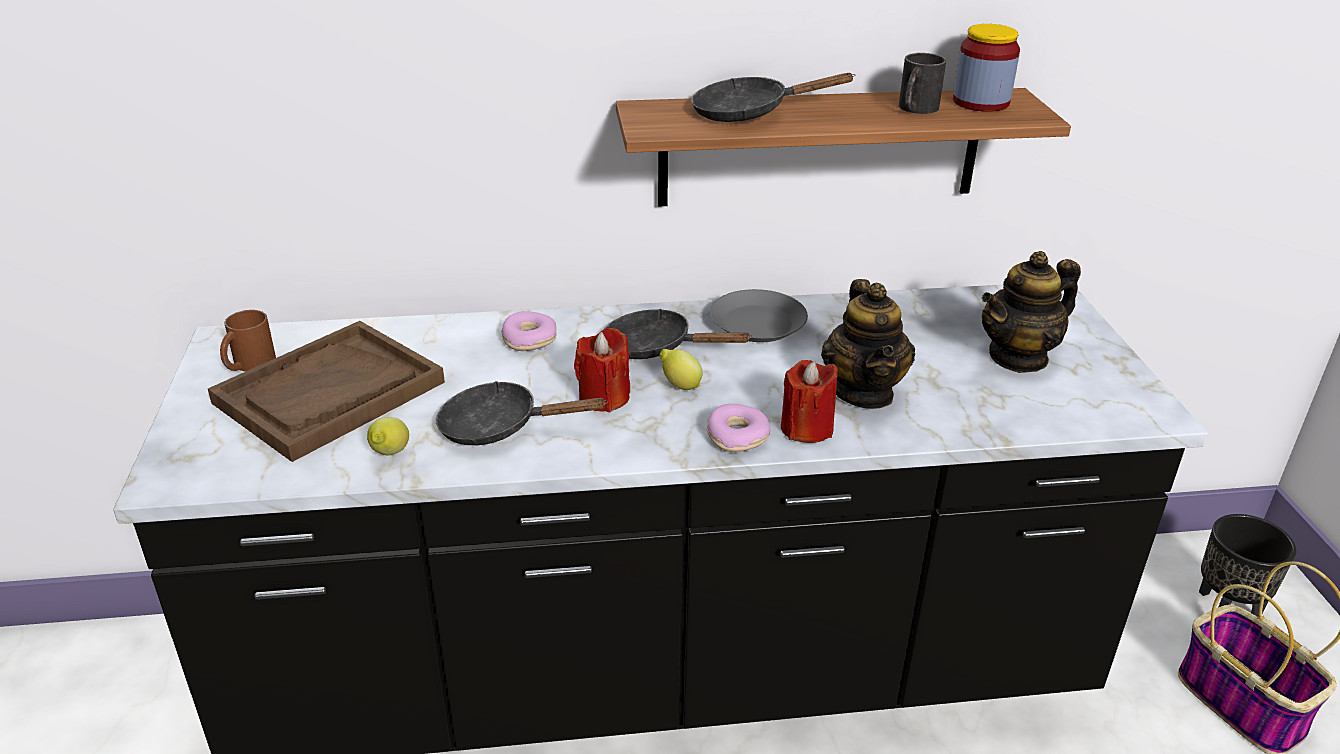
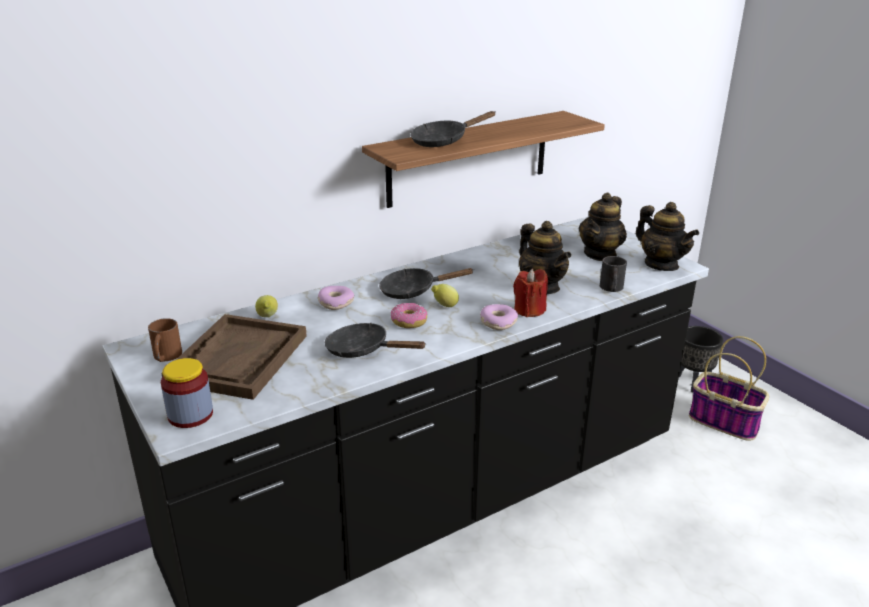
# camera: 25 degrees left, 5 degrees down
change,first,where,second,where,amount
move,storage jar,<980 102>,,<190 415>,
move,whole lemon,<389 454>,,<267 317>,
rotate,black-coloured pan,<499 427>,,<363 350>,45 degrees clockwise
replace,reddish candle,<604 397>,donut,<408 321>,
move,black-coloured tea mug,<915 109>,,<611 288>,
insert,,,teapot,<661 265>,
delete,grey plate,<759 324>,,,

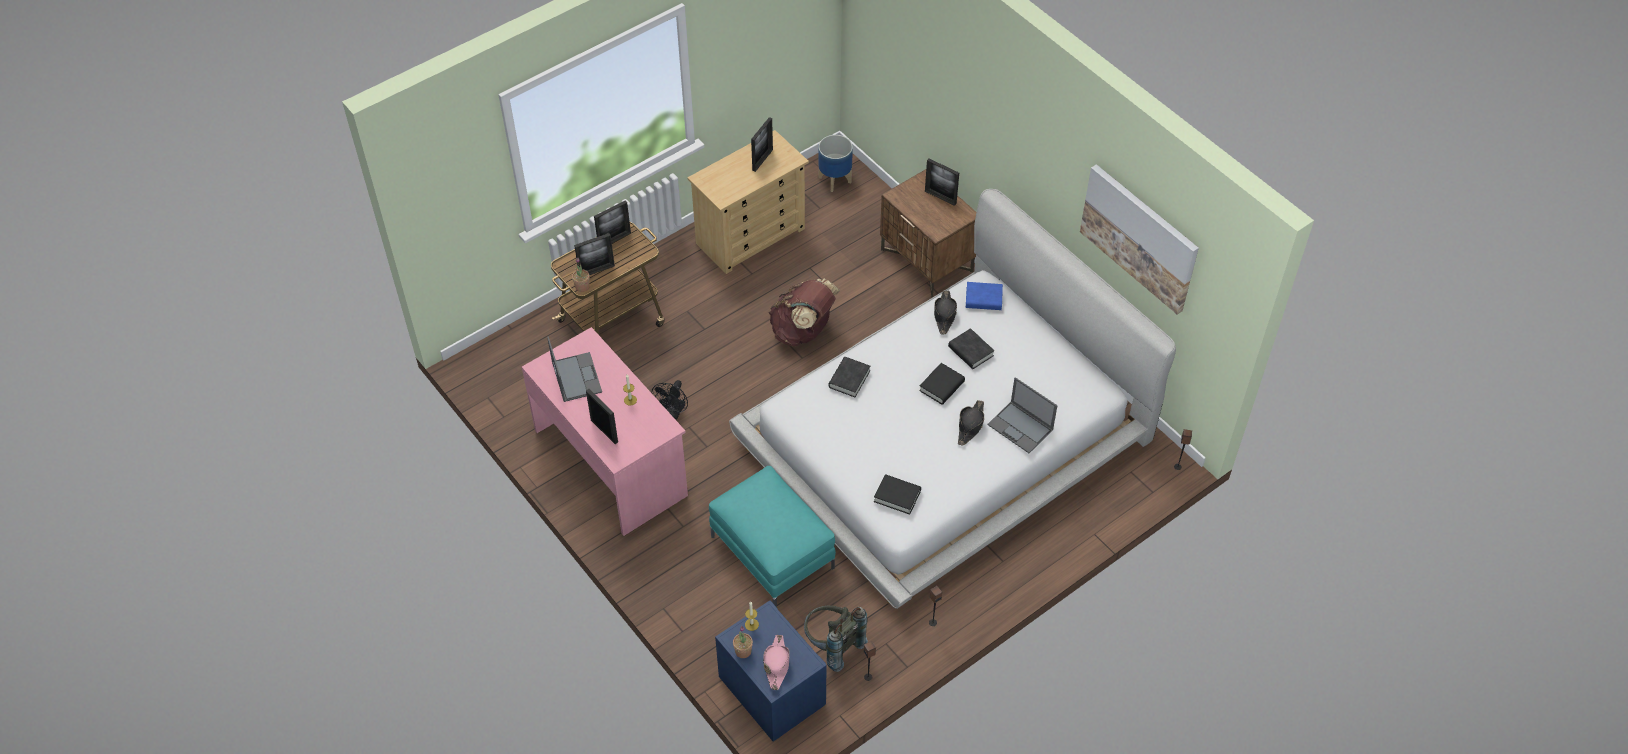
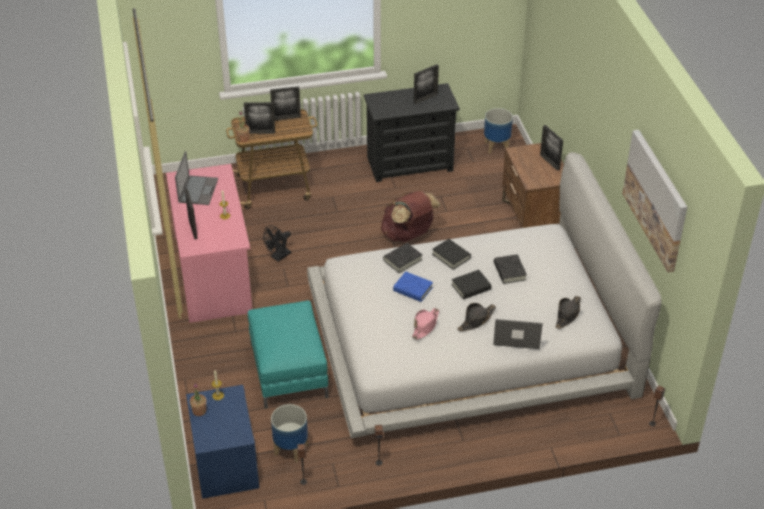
# camera: 25 degrees right, 10 degrees down
change,first,where,second,where,amount
replace,grey rucksack,<832 646>,plant pot,<291 450>,
recolor,beige dresser,<751 236>,black-coloured dresser,<410 164>,
move,blue bound book,<983 299>,,<413 289>,
move,pink hat,<776 664>,,<425 326>,
move,black-coloured bound book,<897 496>,,<451 256>,
rotate,notebook computer,<1021 427>,,<516 335>,120 degrees clockwise
move,black-coloured hat,<944 315>,,<567 315>,

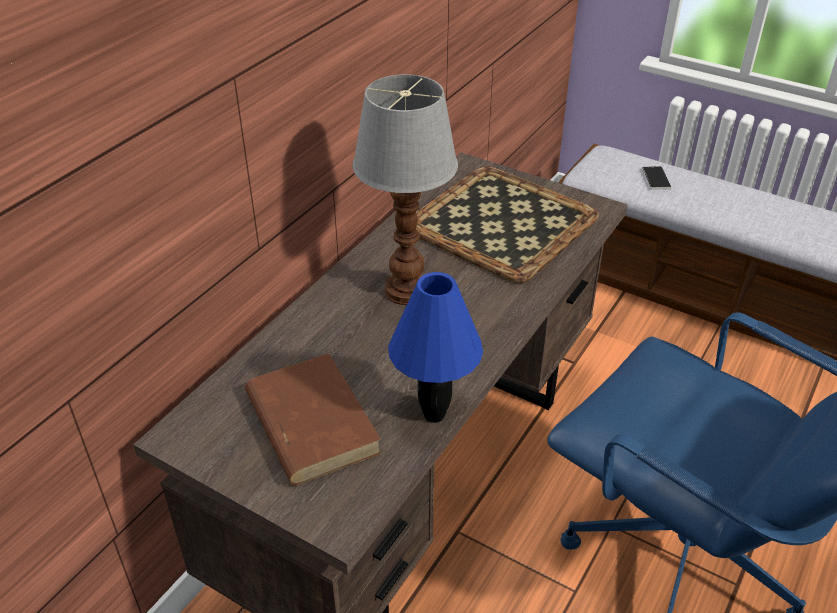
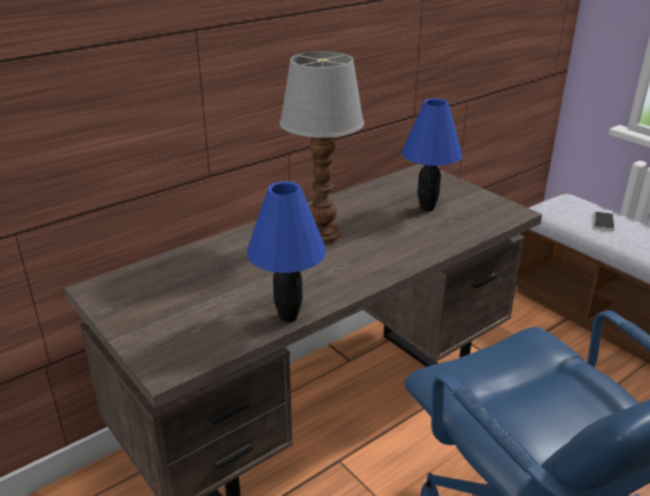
# camera: 20 degrees right, 10 degrees down
change,first,where,second,where,amount
replace,carrying tray,<503 222>,blue lamp for a table,<427 208>,
delete,brown-coloured bound book,<311 422>,,,

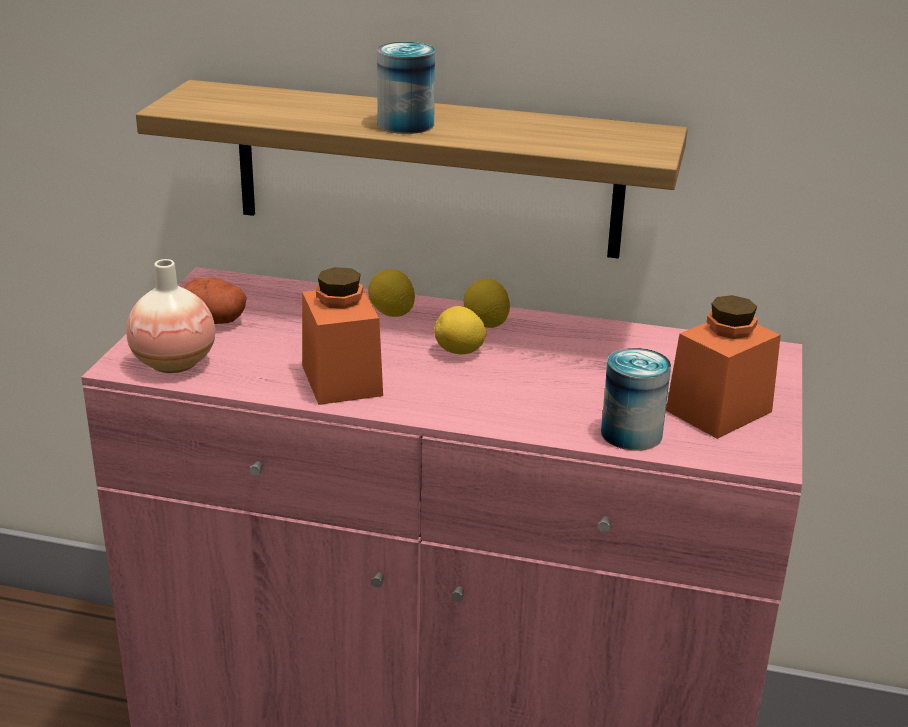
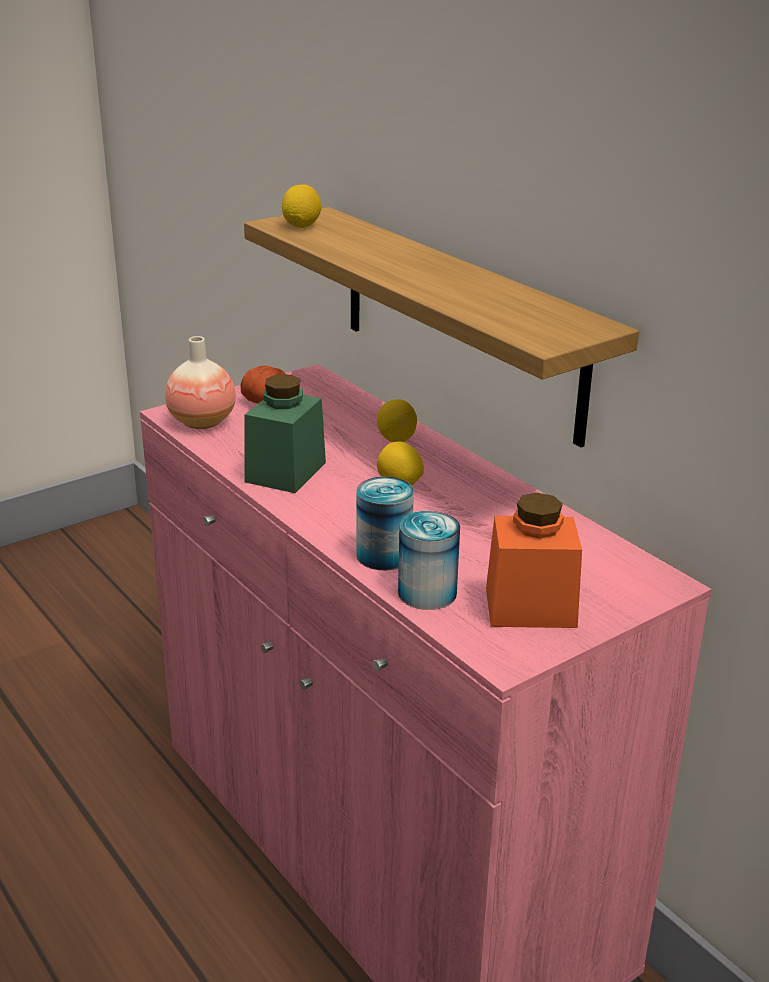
# camera: 40 degrees right, 0 degrees up
change,first,where,second,where,amount
recolor,orange storage jar,<341 380>,green storage jar,<285 472>,
move,whole lemon,<486 324>,,<301 226>,
move,can,<405 124>,,<384 555>,

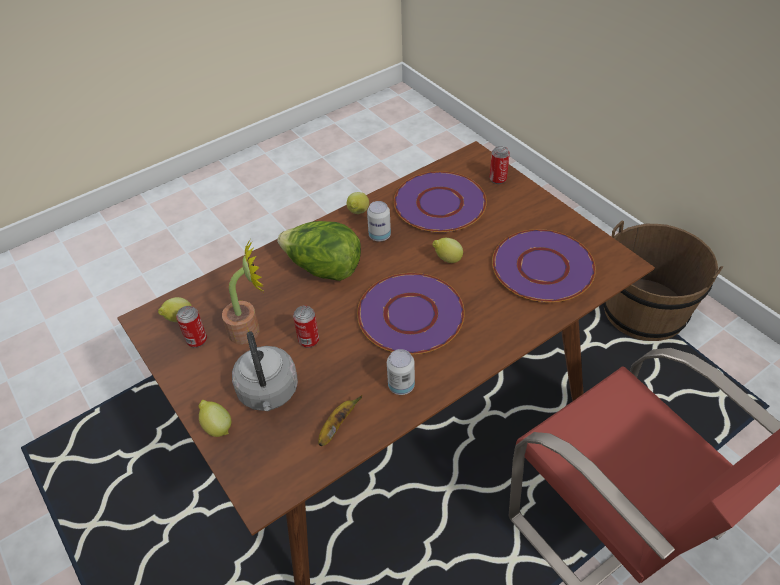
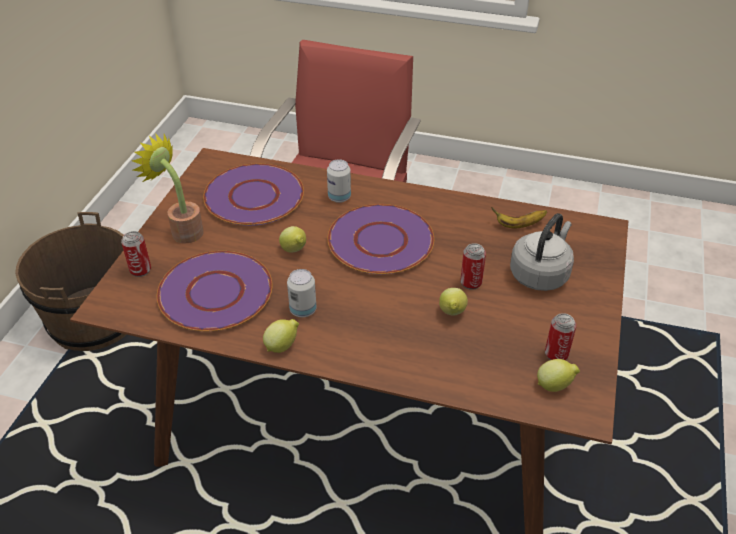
# camera: 130 degrees left, 5 degrees down
change,first,where,second,where,amount
move,potted plant,<250 329>,,<182 230>,
move,can,<401 386>,,<339 197>,
move,whole lemon,<217 427>,,<452 313>,
delete,lettuce,<323 269>,,,

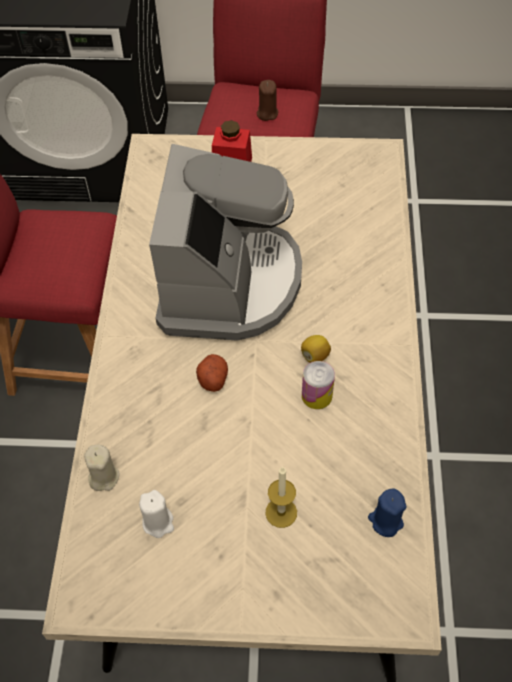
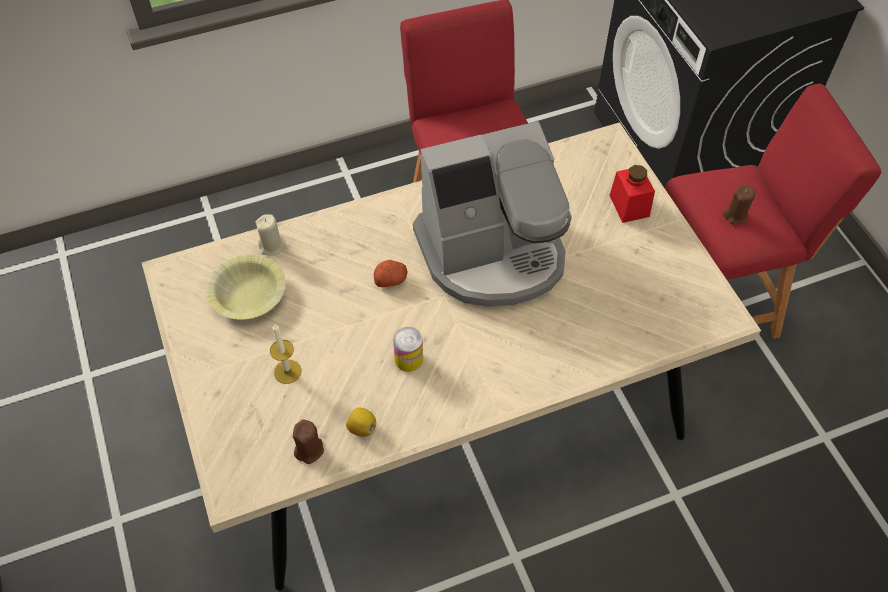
# camera: 65 degrees right, 0 degrees up
change,first,where,second,where,amount
replace,whitish candle,<158 522>,yellowish deep dish,<248 294>,
recolor,blue candle,<385 521>,brown-coloured candle,<309 449>,
move,whole lemon,<315 356>,,<362 428>,

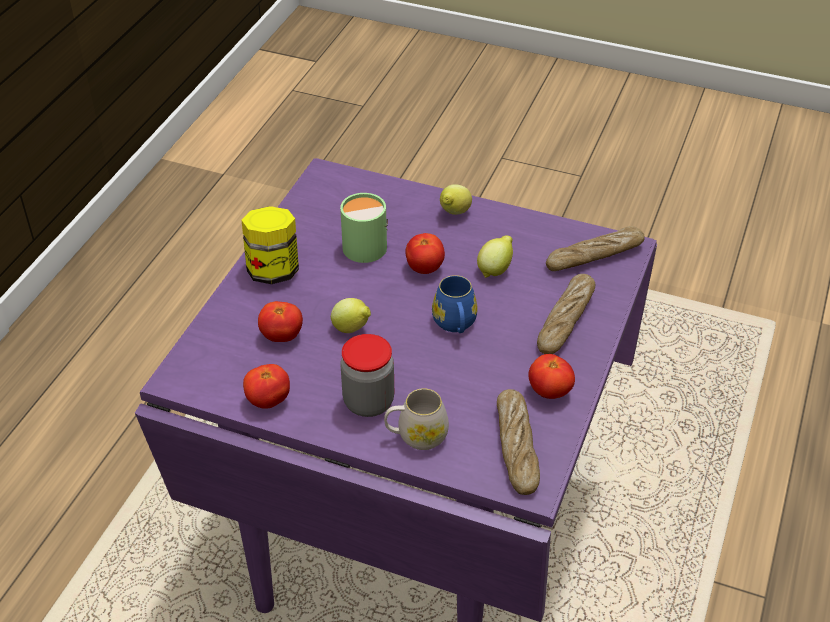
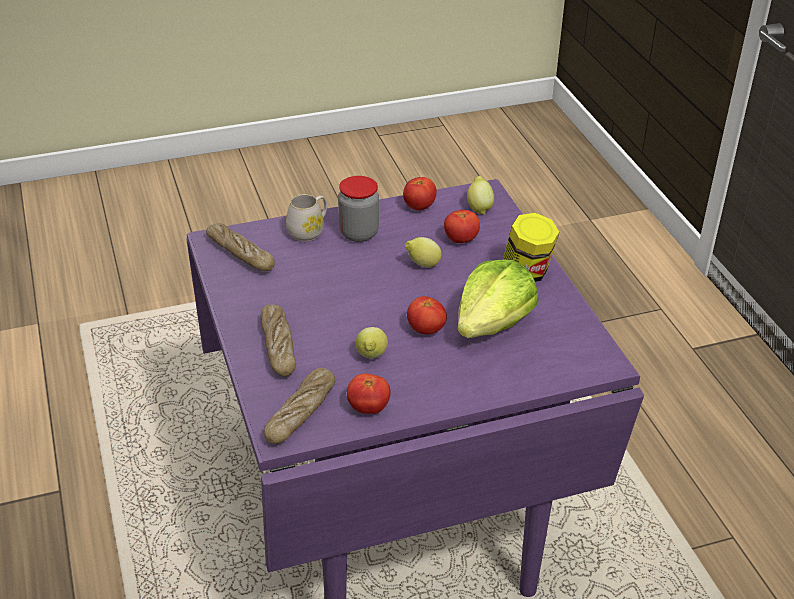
# camera: 140 degrees right, 5 degrees down
change,first,where,second,where,amount
move,whole tomato,<549 391>,,<368 408>,
replace,green tea mug,<364 244>,lettuce,<493 323>,
move,whole lemon,<454 213>,,<479 208>,
delete,blue tea mug,<455 324>,,,

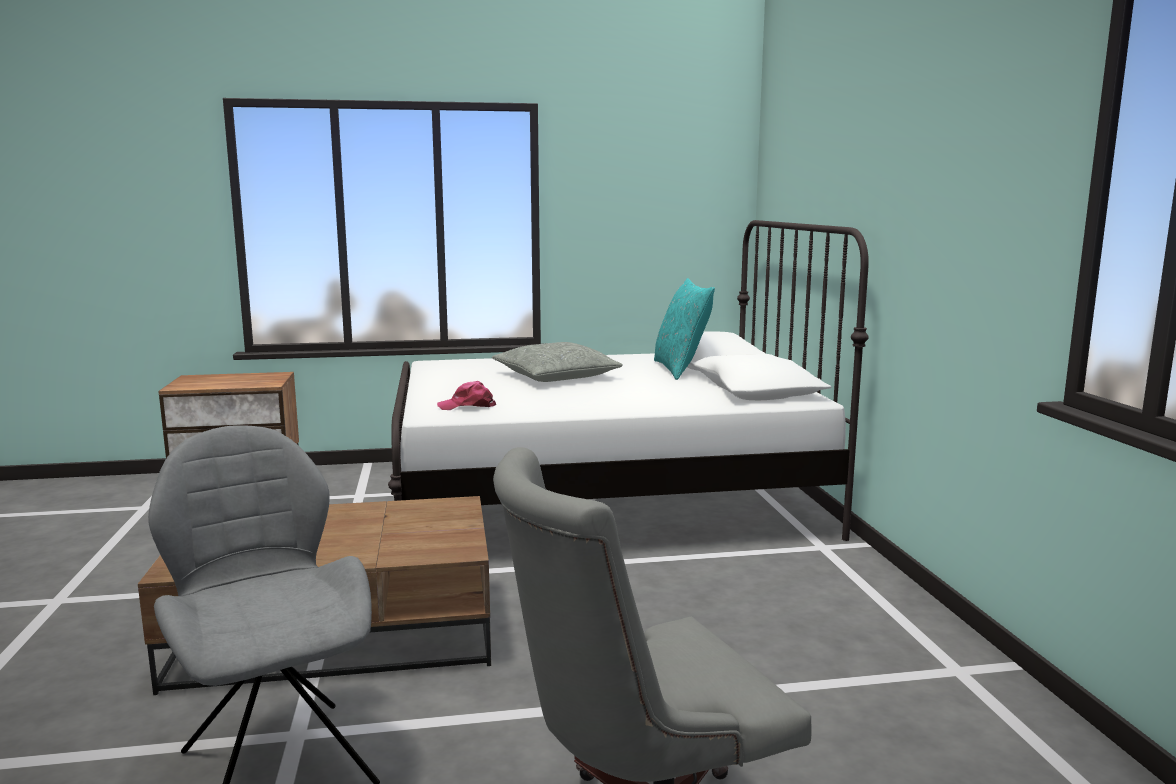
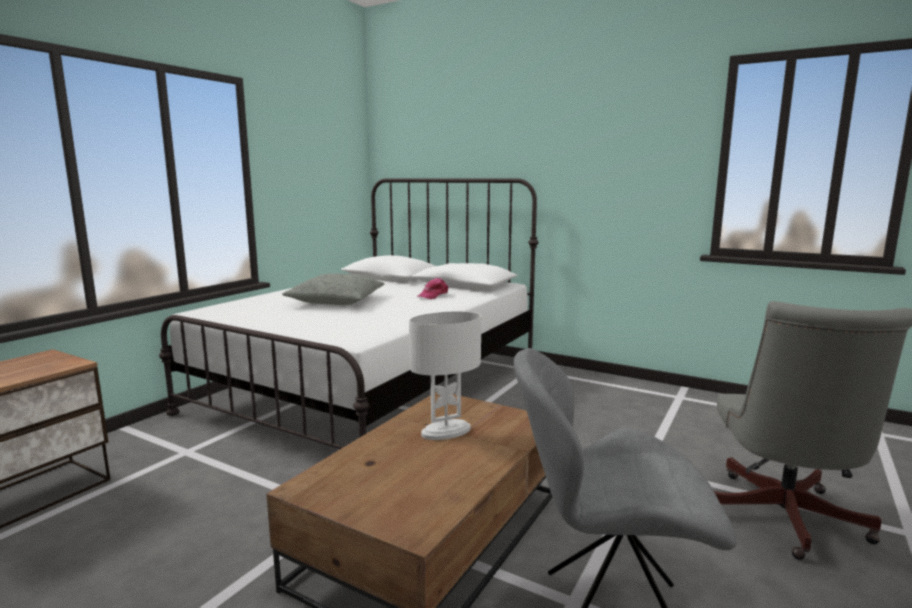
# camera: 50 degrees left, 0 degrees up
change,first,where,second,where,amount
insert,,,whitish lamp for a table,<446 431>,
move,pink cap,<467 406>,,<433 295>,
delete,turquoise-coloured throw pillow,<681 370>,,,

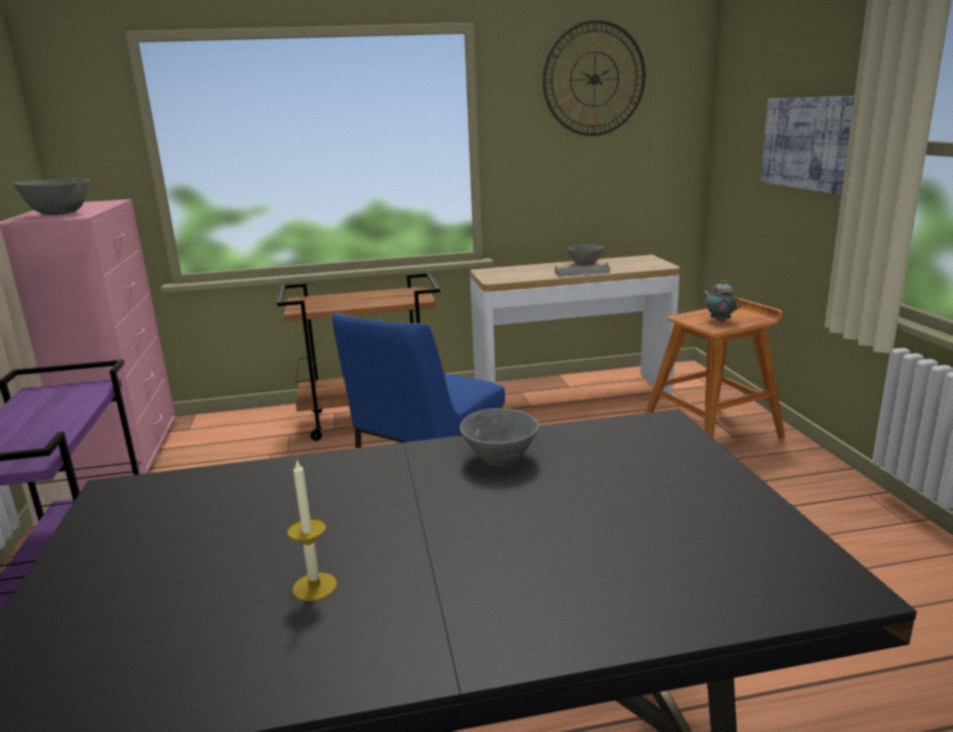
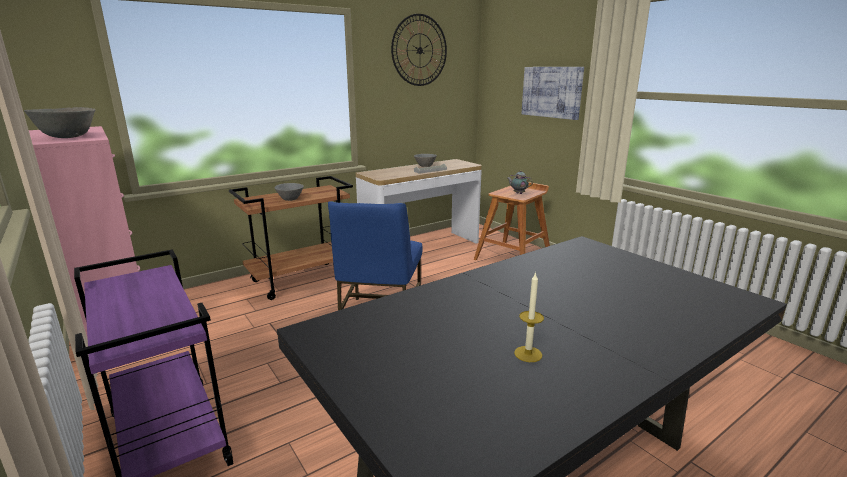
# camera: 25 degrees left, 0 degrees up
change,first,where,second,where,amount
move,grey deep dish,<498 458>,,<289 199>,

